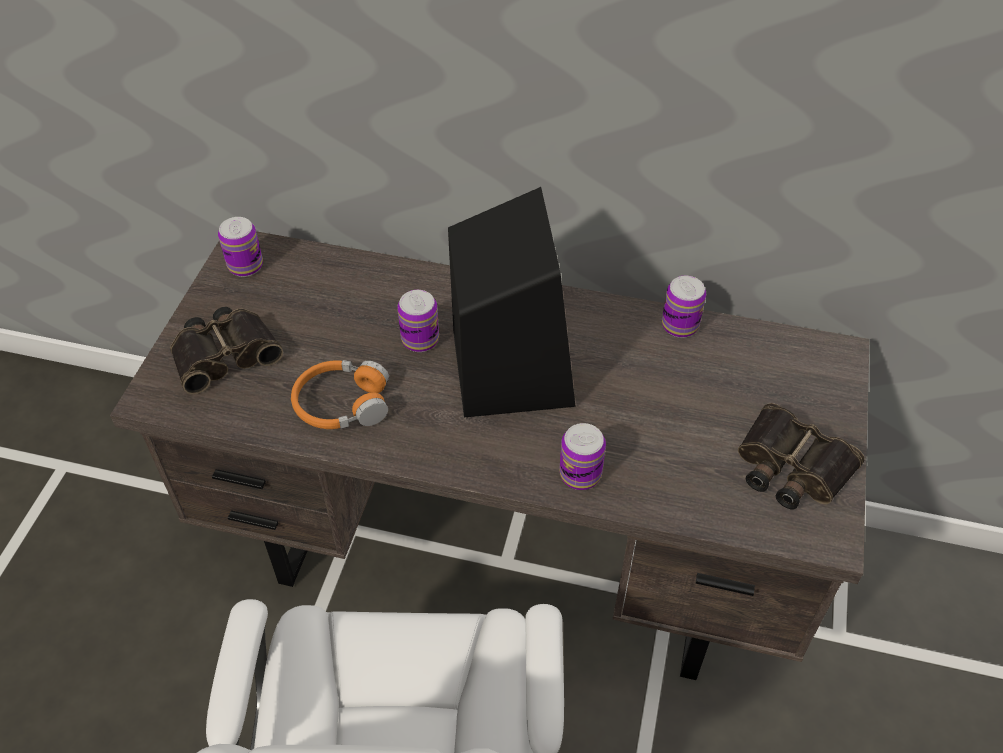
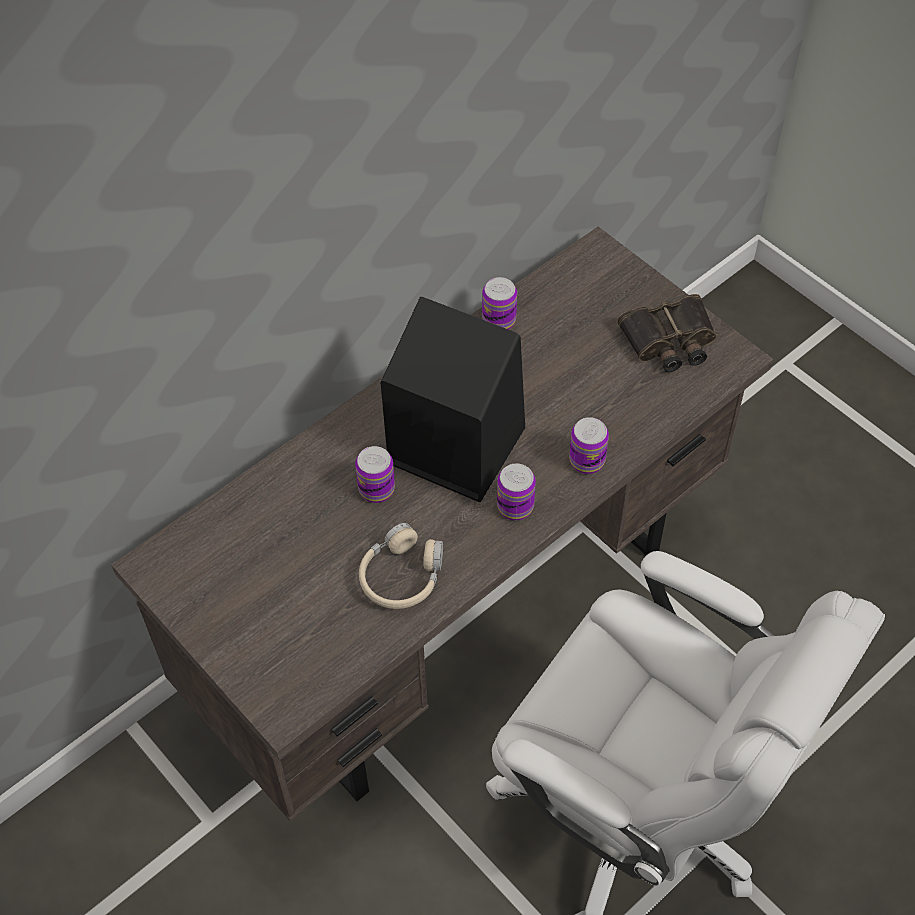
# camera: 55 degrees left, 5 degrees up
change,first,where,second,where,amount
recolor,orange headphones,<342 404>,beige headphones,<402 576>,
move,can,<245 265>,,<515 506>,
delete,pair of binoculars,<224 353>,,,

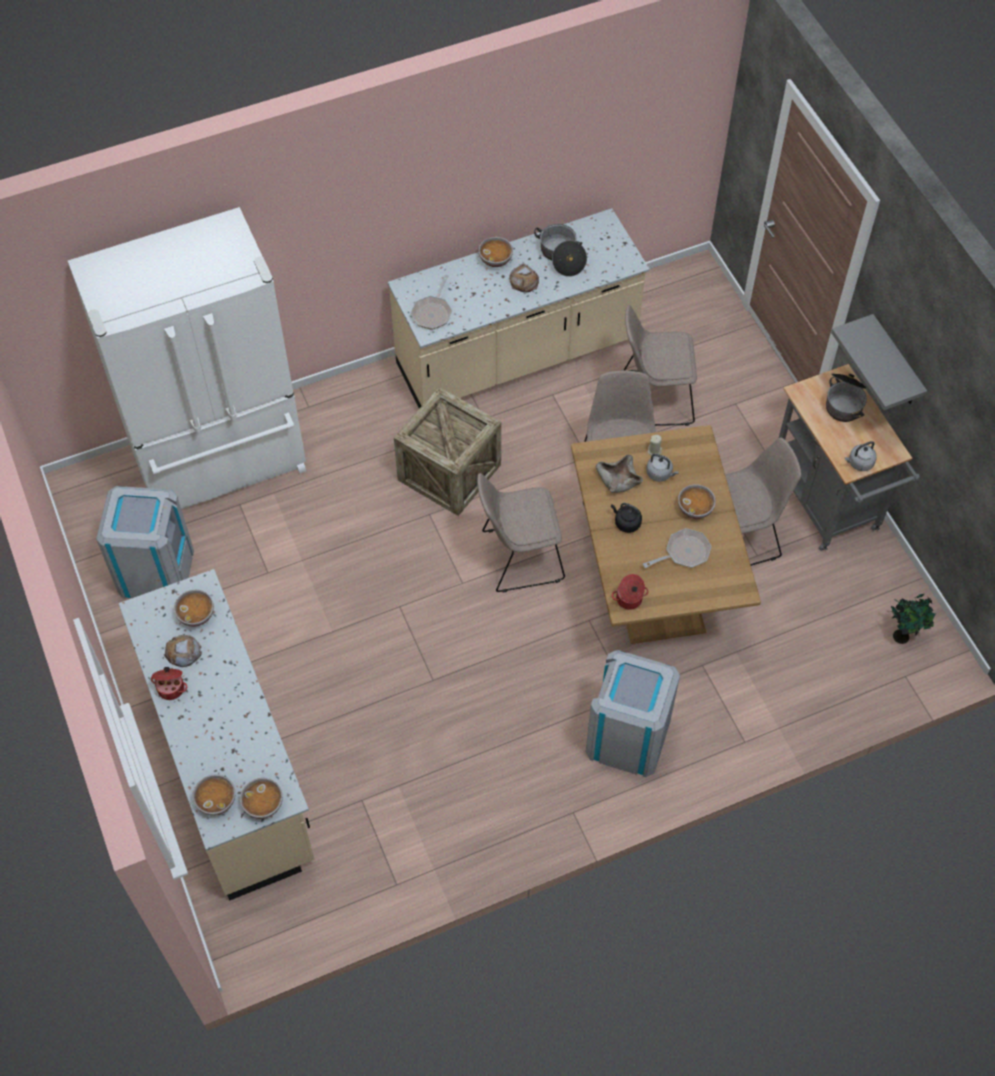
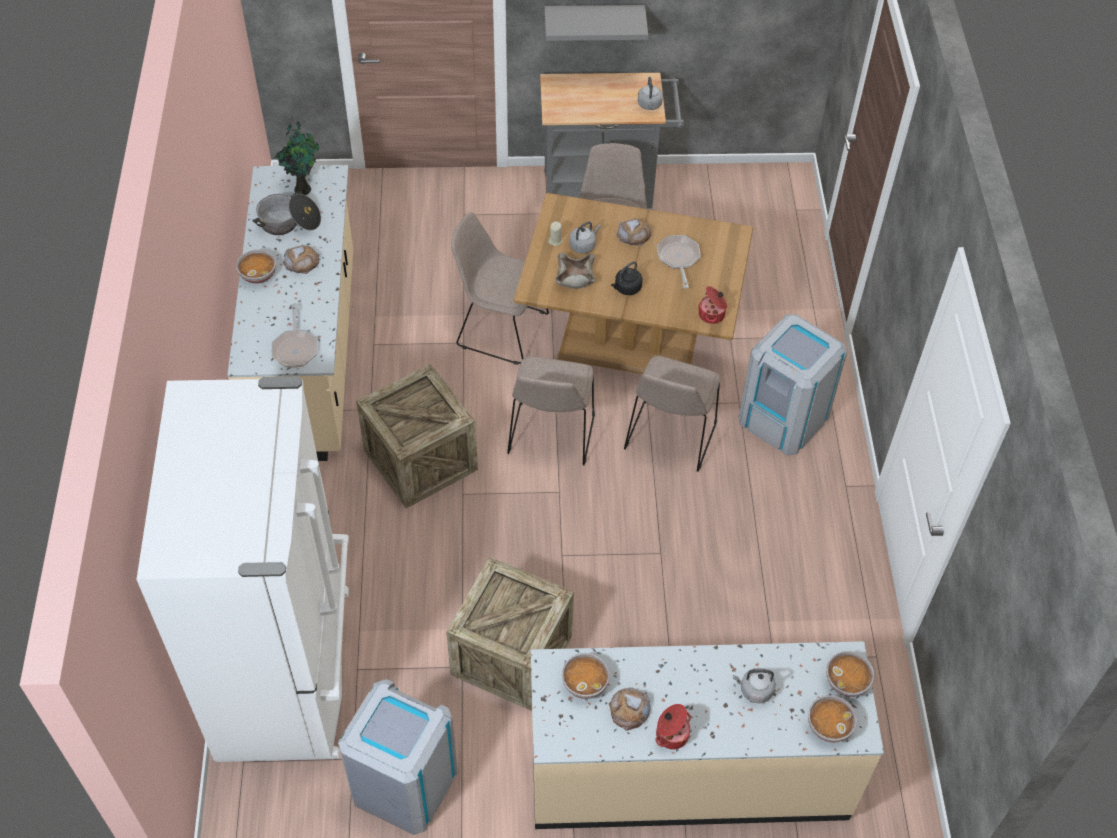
# camera: 70 degrees left, 5 degrees down
change,first,where,second,where,amount
rotate,pan,<433 312>,,<295 348>,45 degrees clockwise
move,potted plant,<902 636>,,<302 188>,
insert,,,crate,<511 655>,
replace,deep dish,<695 508>,bread,<634 234>,
move,beige upright chair,<654 398>,,<670 437>,
insert,,,grey tea kettle,<754 690>,
delete,cooking pot,<844 402>,,,

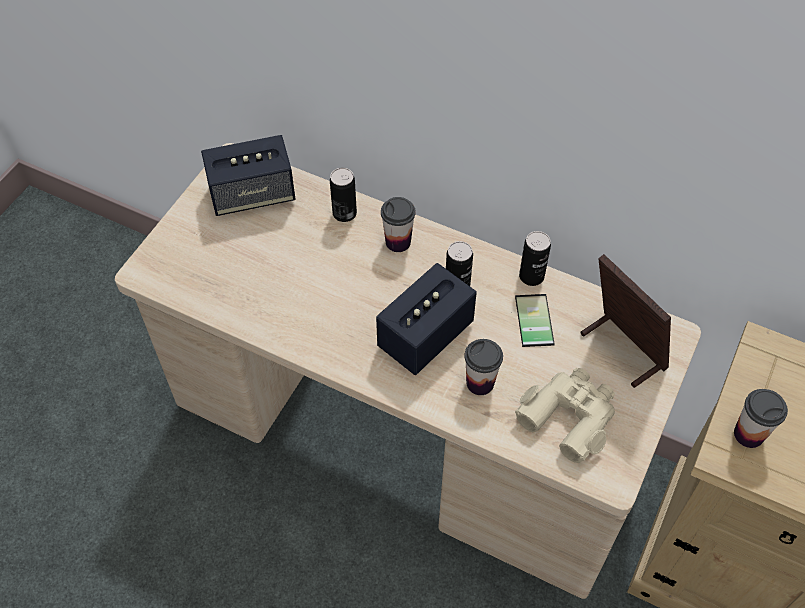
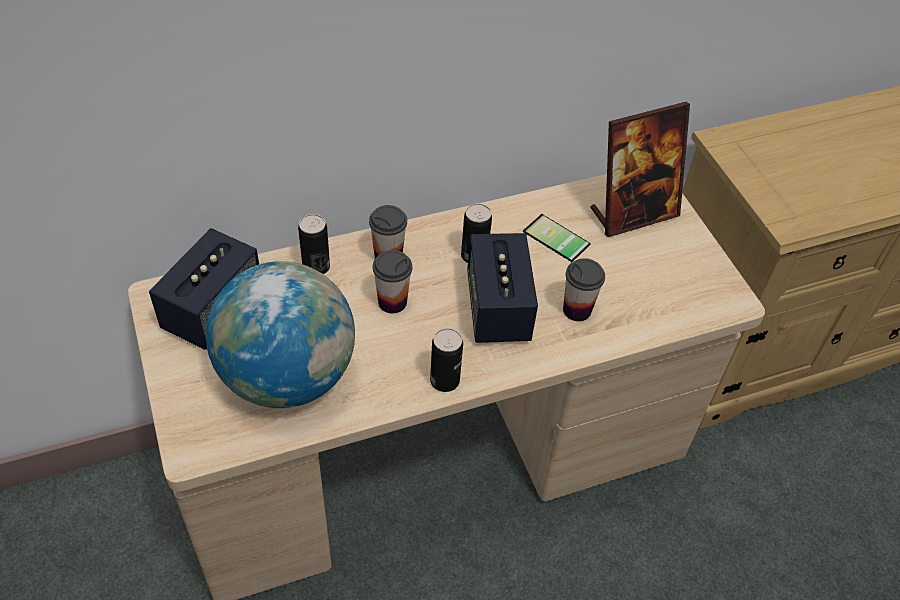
# camera: 50 degrees left, 5 degrees down
change,first,where,second,where,amount
insert,,,desk globe,<288 376>,
move,small cup,<748 434>,,<392 302>,
move,can,<531 276>,,<444 380>,
rotate,standing frame,<622 349>,,<633 213>,150 degrees clockwise
delete,beige pair of binoculars,<569 416>,,,

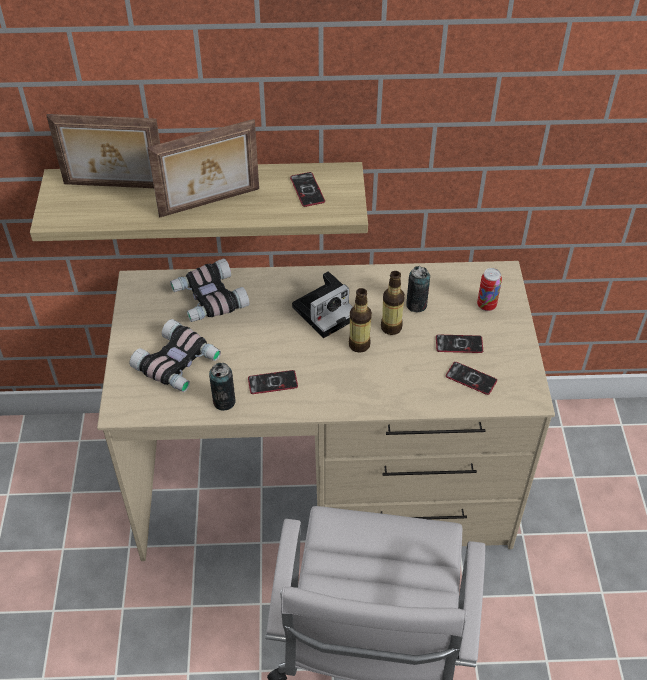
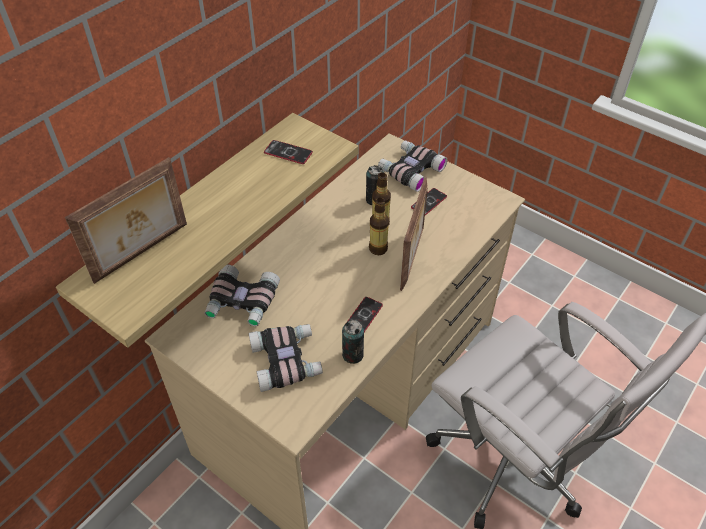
# camera: 50 degrees left, 0 degrees up
change,first,where,second,where,amount
replace,can,<486 305>,pair of binoculars,<410 169>,
move,standing frame,<210 203>,,<412 258>,
delete,photo camera,<325 311>,,,
delete,telephone,<471 379>,,,

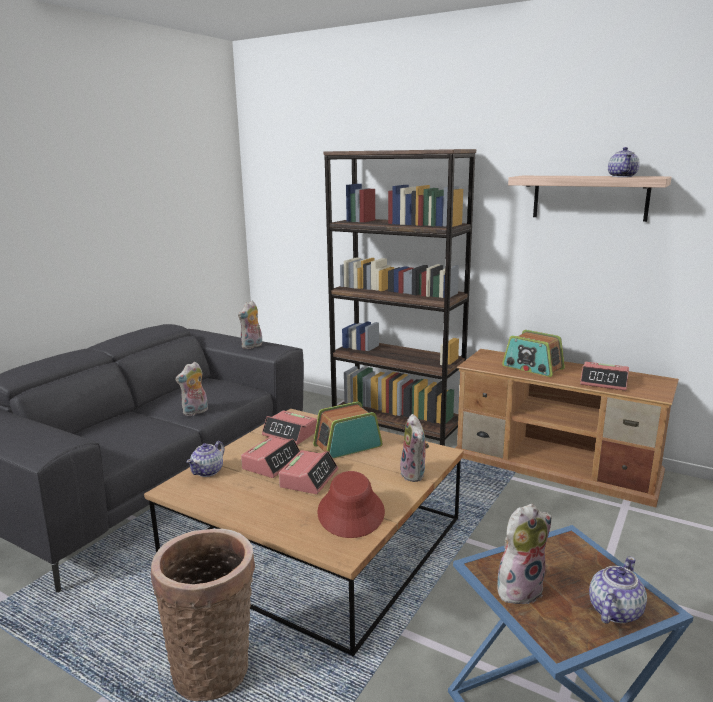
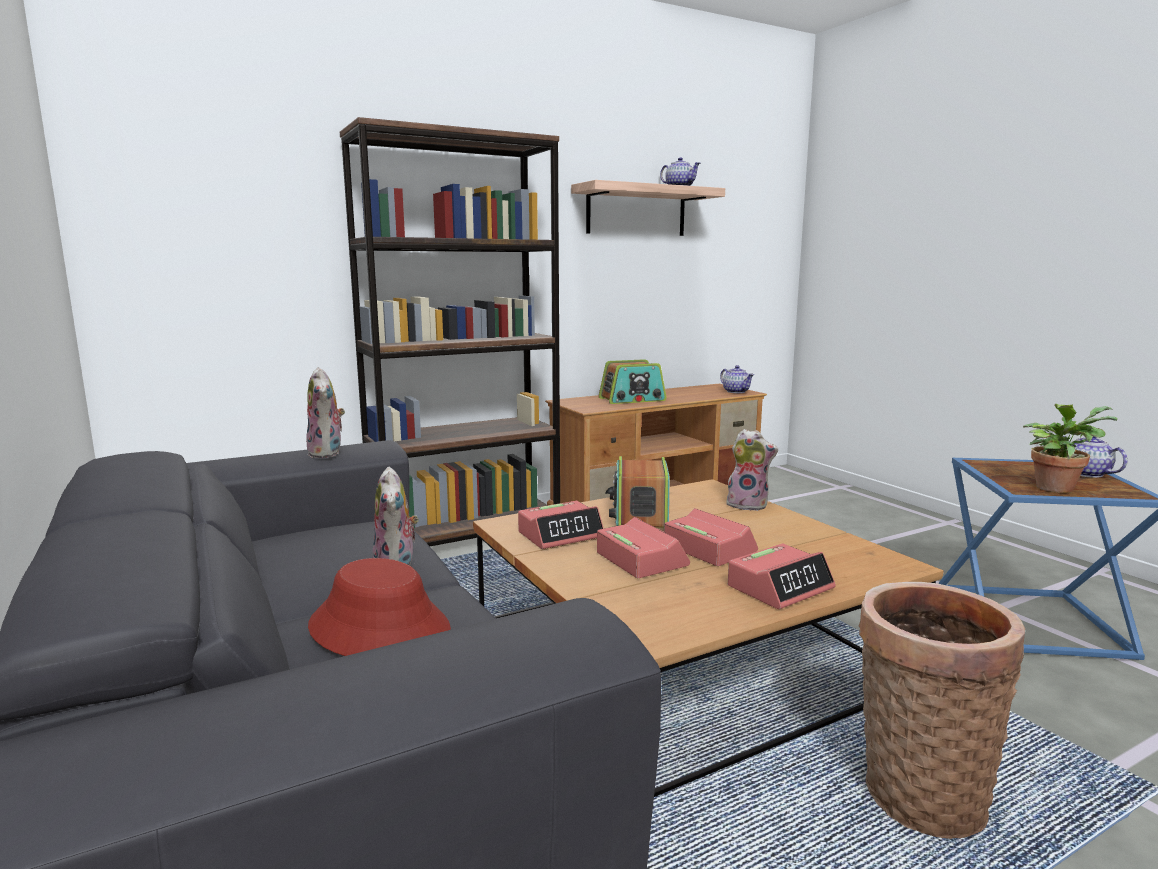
# camera: 60 degrees left, 5 degrees down
change,first,where,second,where,amount
move,reddish hat,<351 512>,,<380 628>,
move,teapot,<208 471>,,<736 391>,
move,bedside clock,<604 382>,,<780 587>,
replace,soft toy,<519 588>,potted plant,<1056 487>,

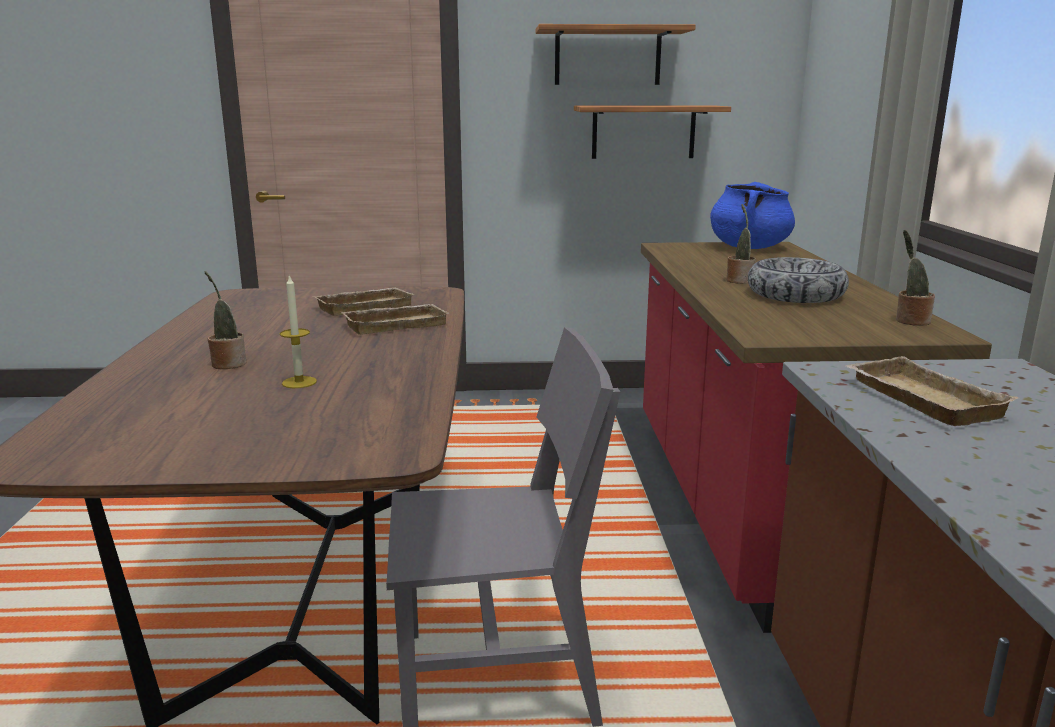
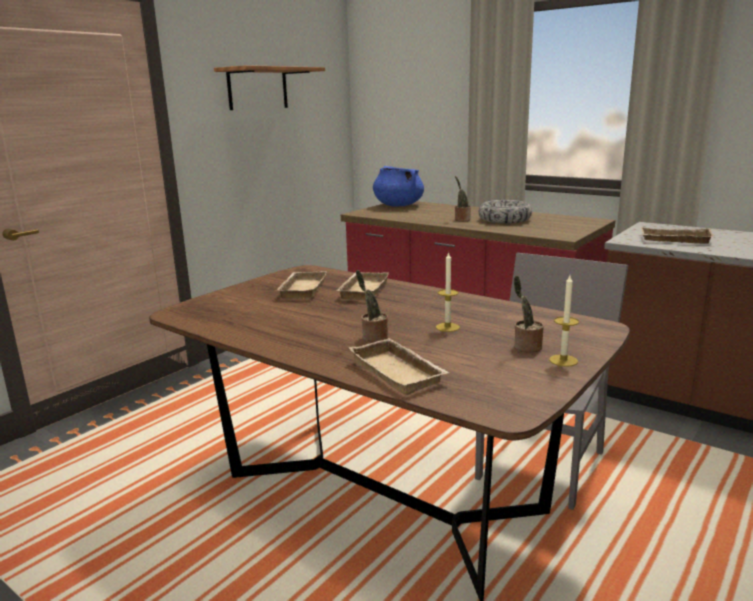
# camera: 50 degrees left, 0 degrees up
change,first,where,second,where,amount
insert,,,beige carrying tray,<400 372>,
move,potted plant,<910 321>,,<526 347>,
insert,,,candle,<563 360>,
delete,bracket shelf,<643 132>,,,

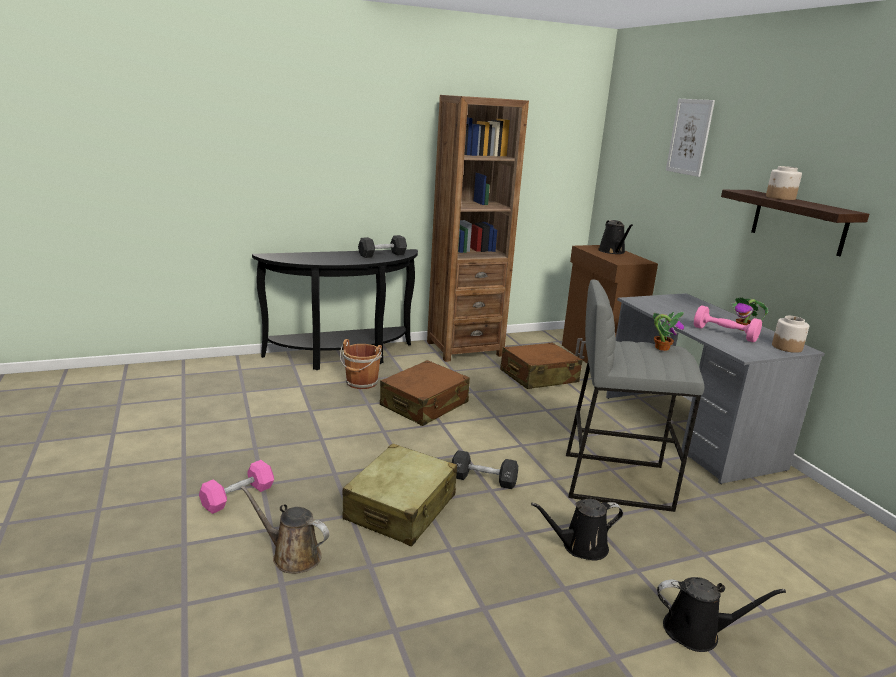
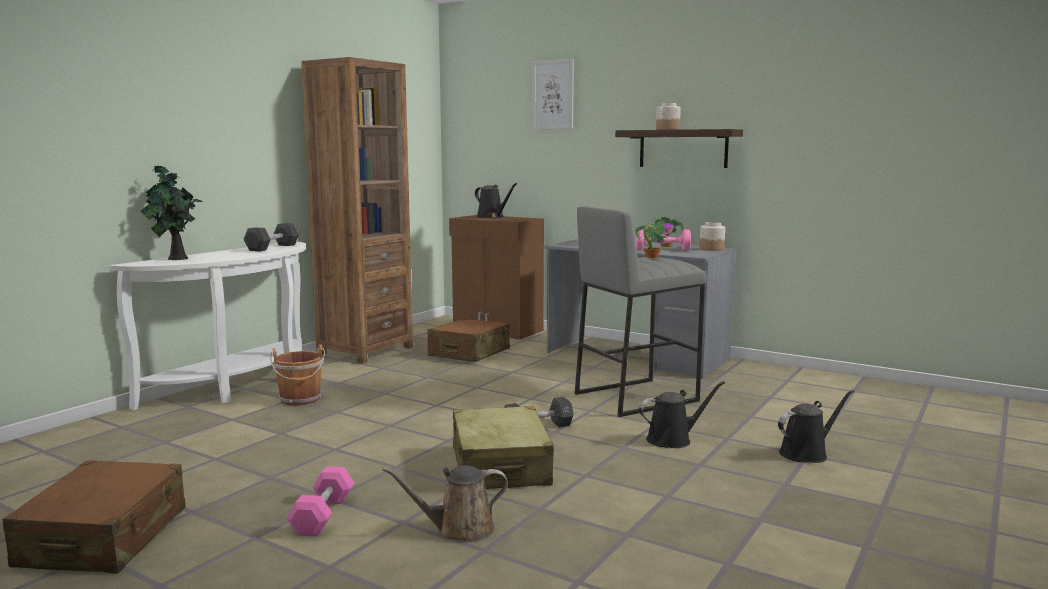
# camera: 35 degrees left, 10 degrees down
change,first,where,second,where,amount
move,brown-coloured piece of luggage,<424 404>,,<104 538>,
recolor,black-coloured console table,<342 357>,whitish console table,<240 386>,
insert,,,potted plant,<175 258>,
rotate,black-coloured sprinkling can,<580 546>,,<673 439>,150 degrees counterclockwise

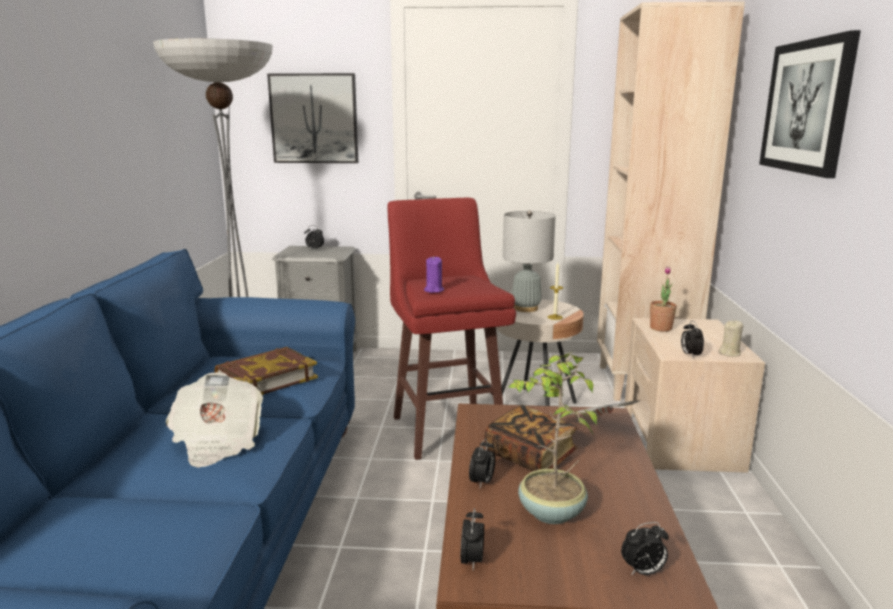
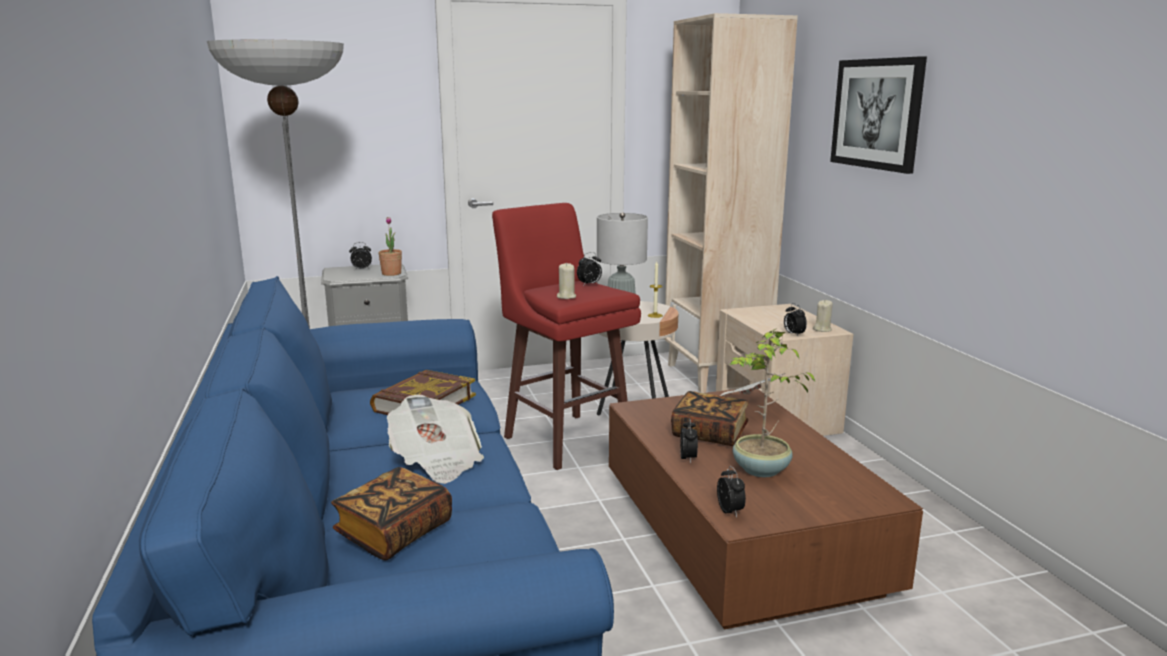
# camera: 20 degrees left, 0 degrees up
change,first,where,second,where,amount
insert,,,bound book,<394 533>,
move,potted plant,<661 328>,,<391 273>,
recolor,purple candle,<433 290>,beige candle,<566 297>,
move,bedside clock,<643 572>,,<589 284>,
delete,wall picture,<314 119>,,,

